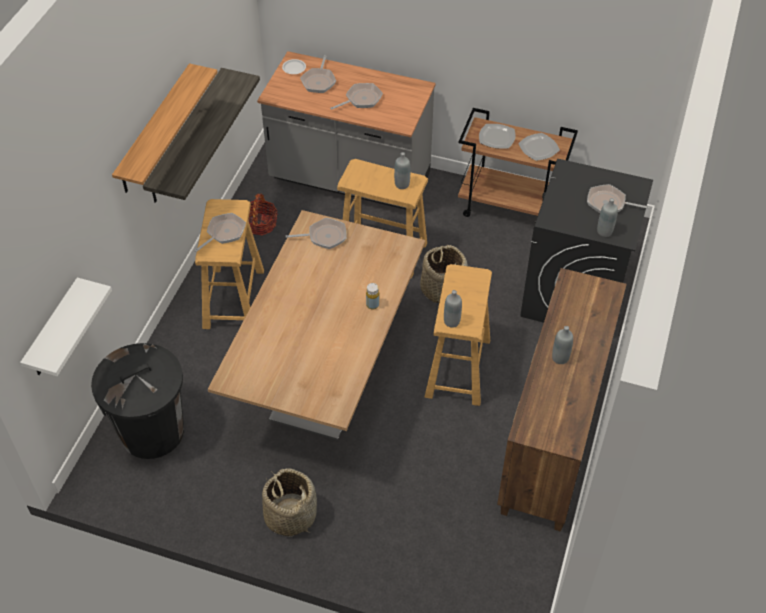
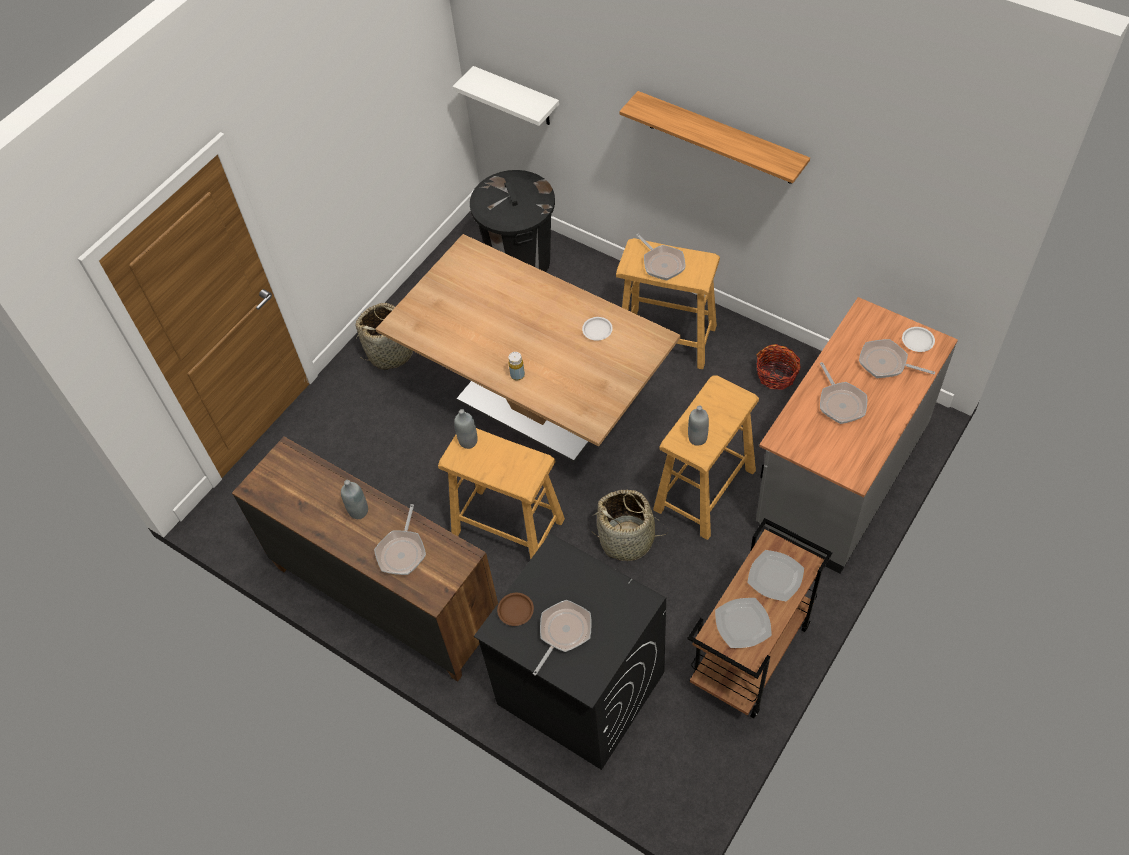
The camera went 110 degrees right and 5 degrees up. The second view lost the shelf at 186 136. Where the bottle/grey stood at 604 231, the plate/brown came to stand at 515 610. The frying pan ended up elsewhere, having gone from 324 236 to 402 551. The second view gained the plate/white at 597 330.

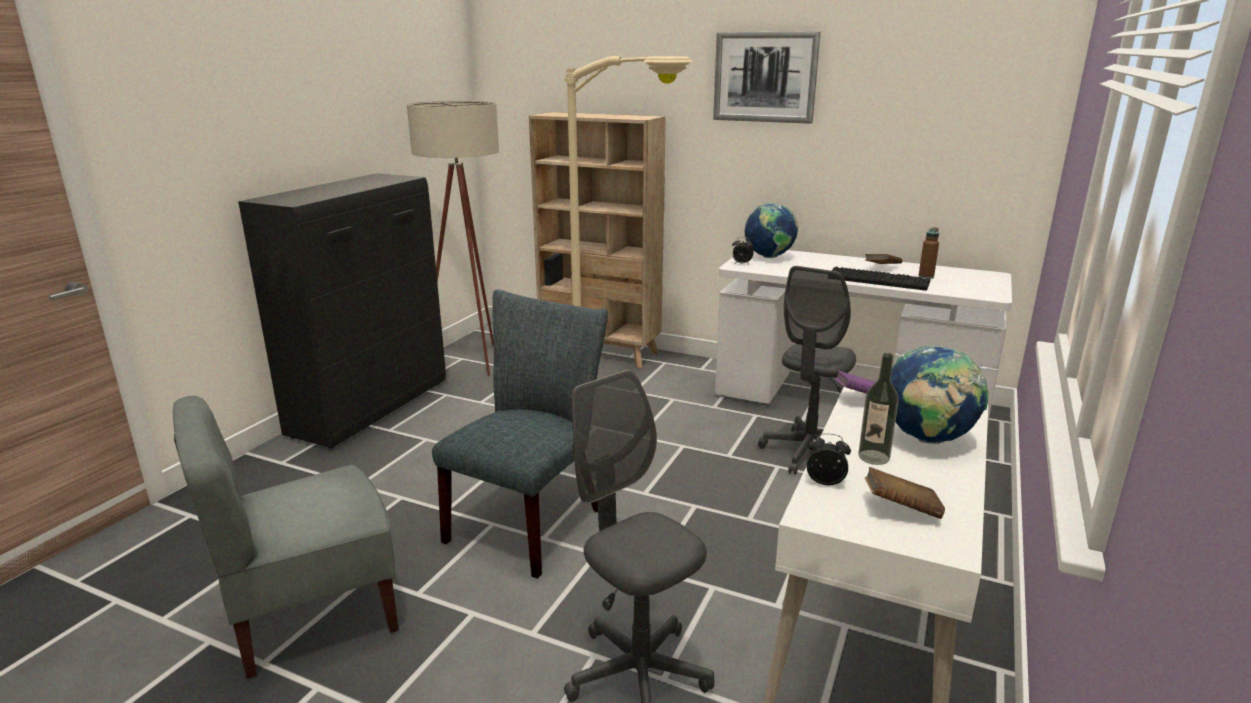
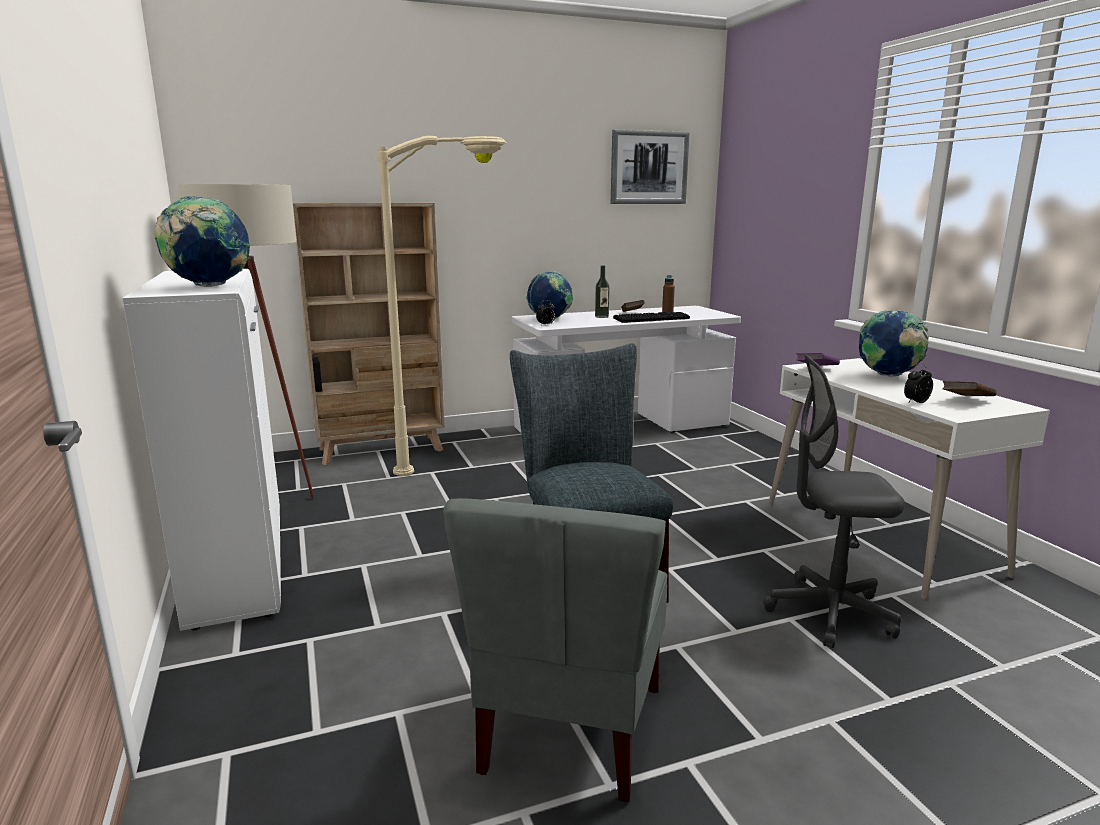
The camera went 45 degrees left and 5 degrees down. The picture ended up elsewhere, having gone from 765 77 to 649 168. What was the cabinet/black at 371 408 turned into the cabinet/white at 238 567. The second view lost the office chair/grey at 808 453. The bottle ended up elsewhere, having gone from 873 457 to 601 316. The second view gained the globe at 208 287.

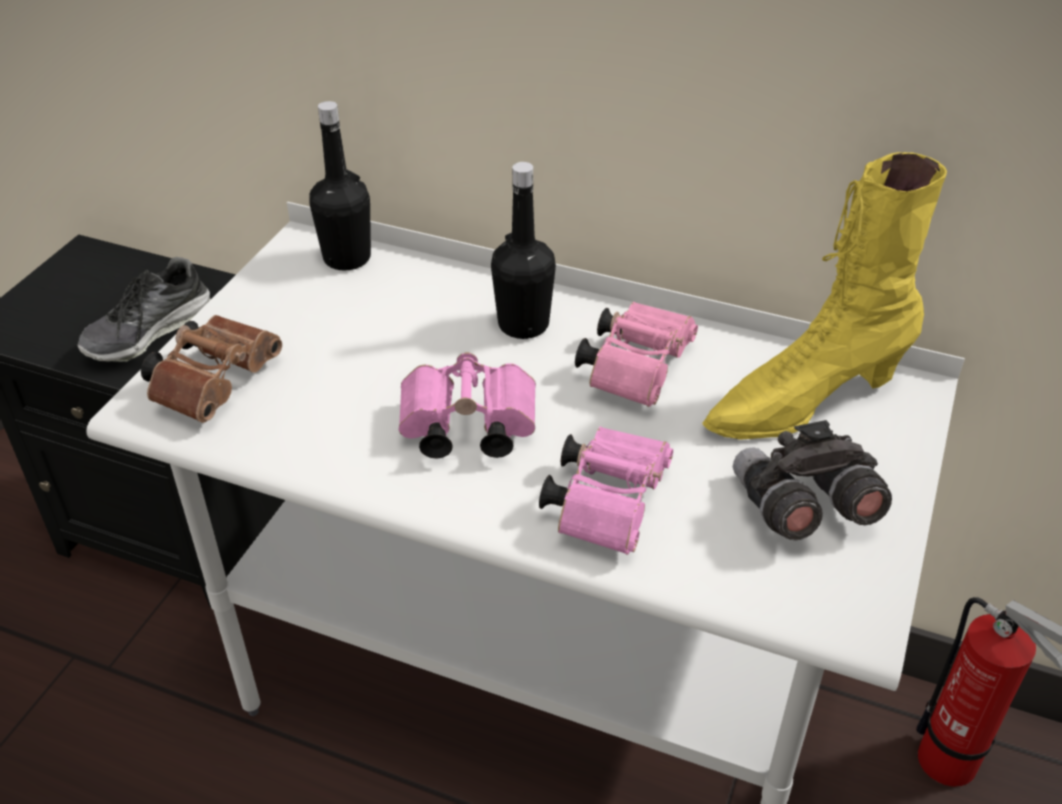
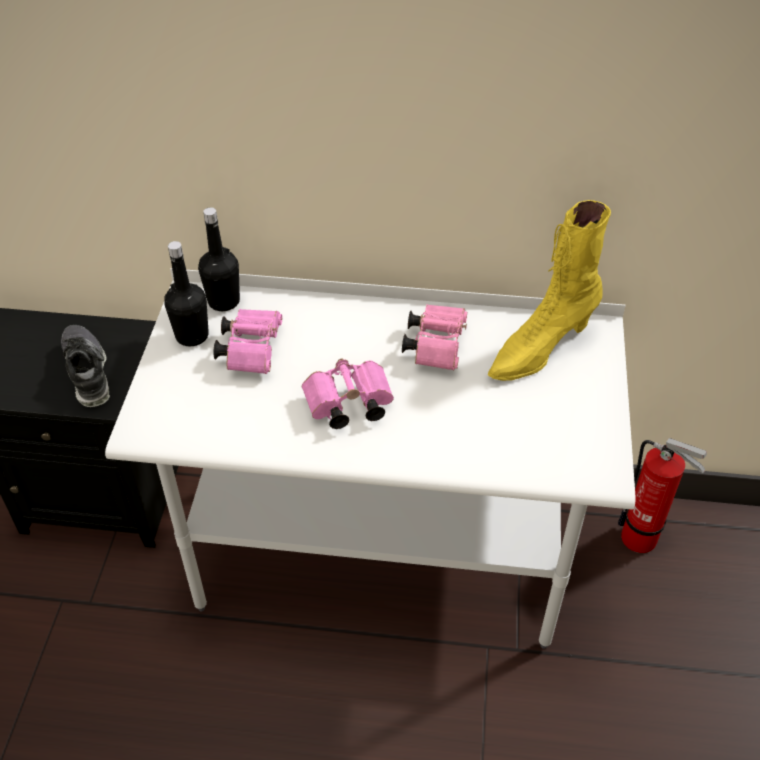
The camera went 15 degrees left and 5 degrees up. The bottle/black ended up elsewhere, having gone from 523 324 to 192 336. The shoe at 149 331 ended up facing another way, 135 degrees clockwise from before. The second view lost the binoculars/brown at 217 382. The second view lost the binoculars/grey at 801 508. The binoculars/pink ended up elsewhere, having gone from 608 501 to 252 349.

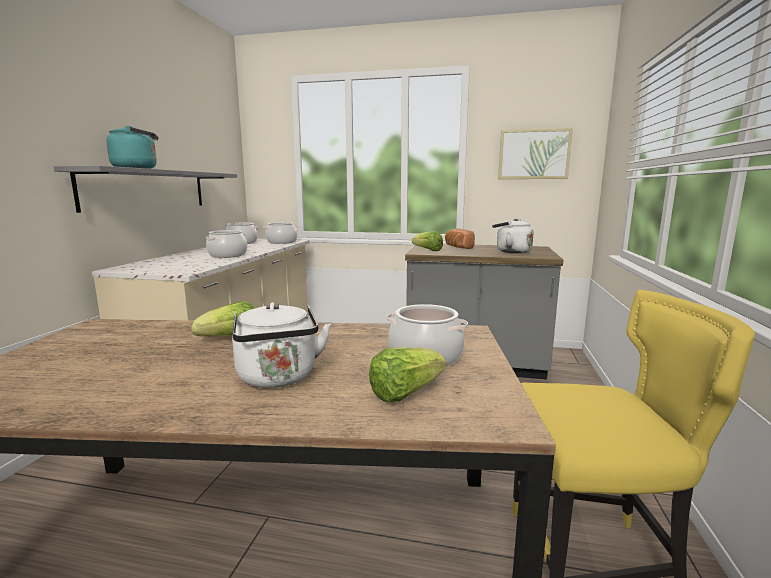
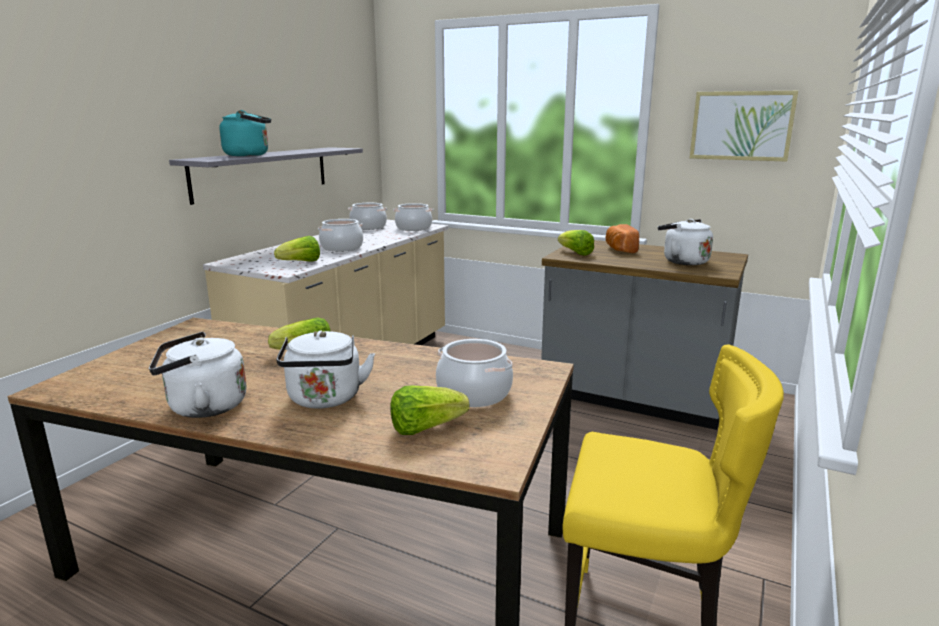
The camera went 15 degrees right and 5 degrees up. The second view gained the lettuce at 301 262. The second view gained the kettle/white at 202 407.

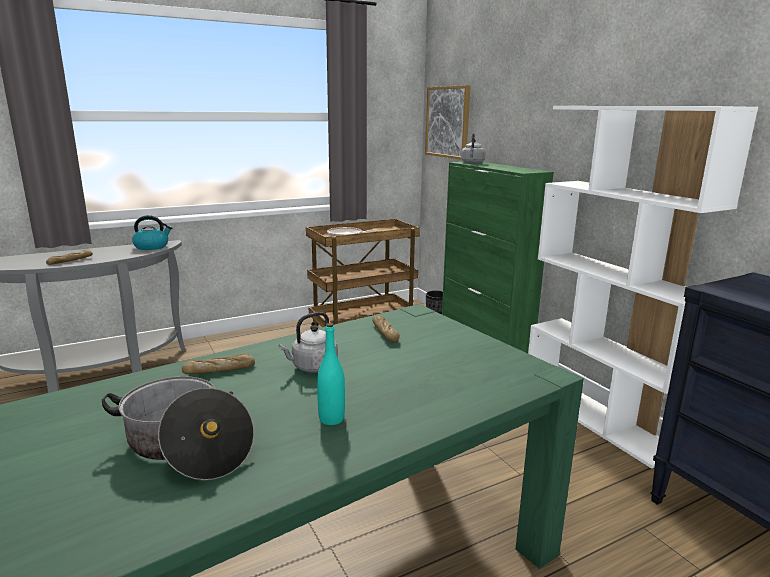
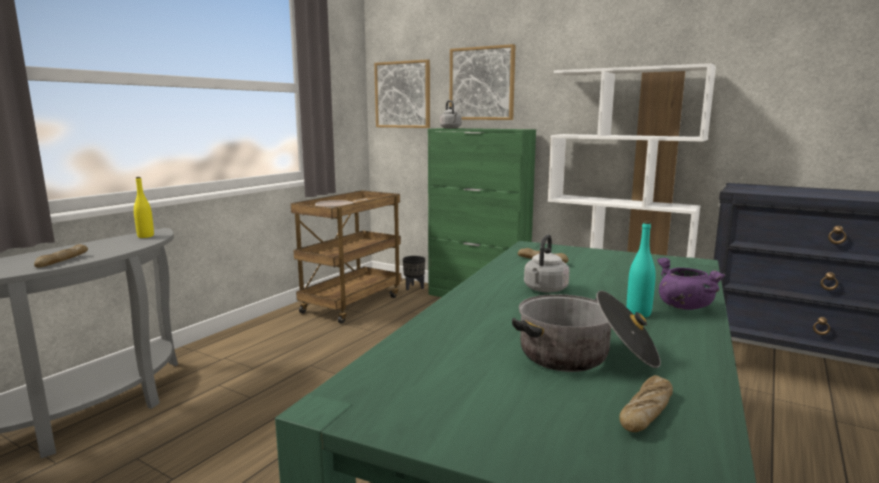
The camera went 30 degrees left and 5 degrees down. Where the kettle stood at 152 246, the bottle/yellow came to stand at 145 236. The bread ended up elsewhere, having gone from 219 370 to 646 412. The second view gained the picture at 482 83. The second view gained the cooking pot/purple at 683 306.

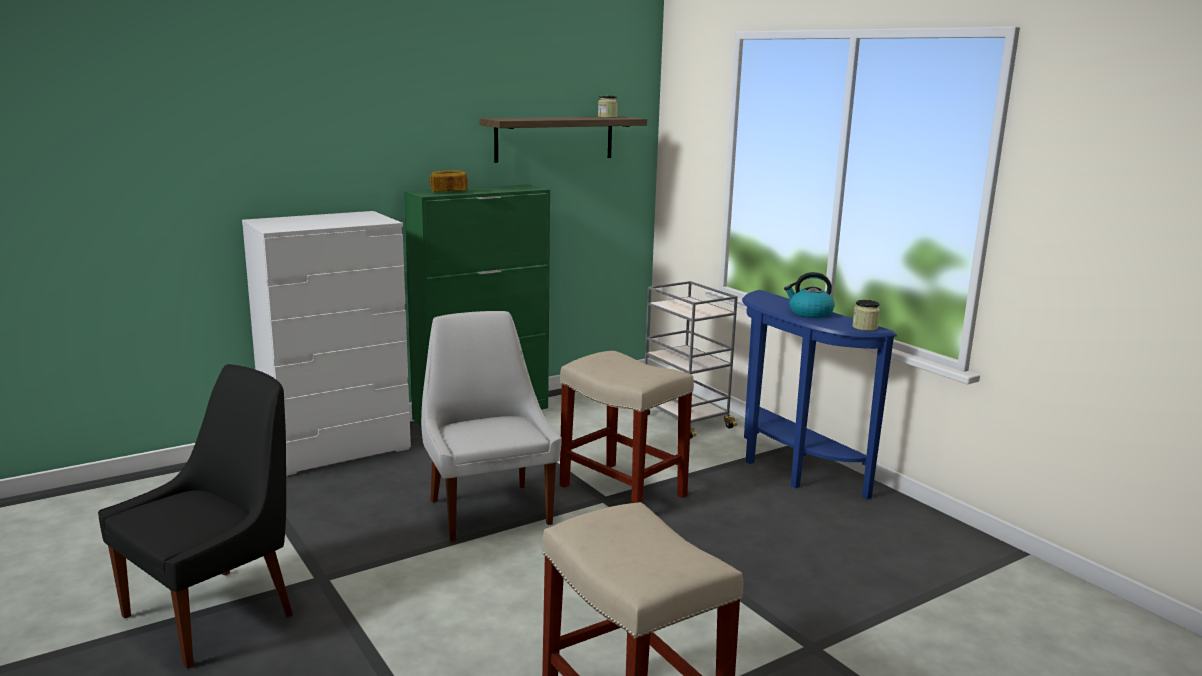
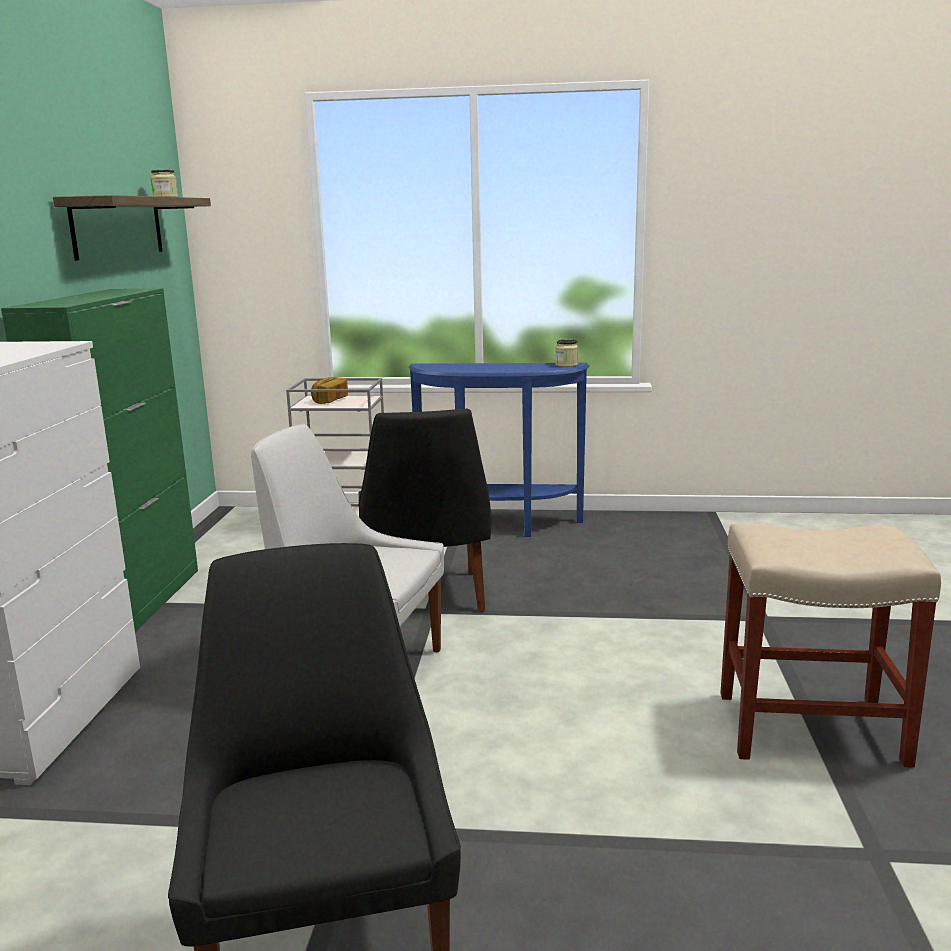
The camera went 50 degrees left and 0 degrees up. The bread ended up elsewhere, having gone from 449 191 to 329 400. The second view lost the kettle at 809 313. Where the stool/beige stood at 621 490, the chair/black came to stand at 426 598.

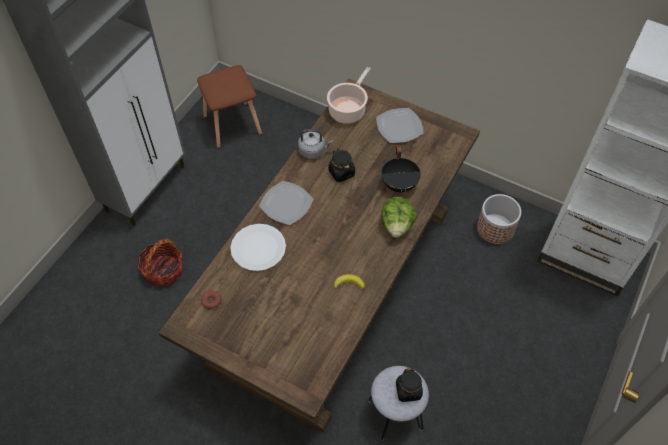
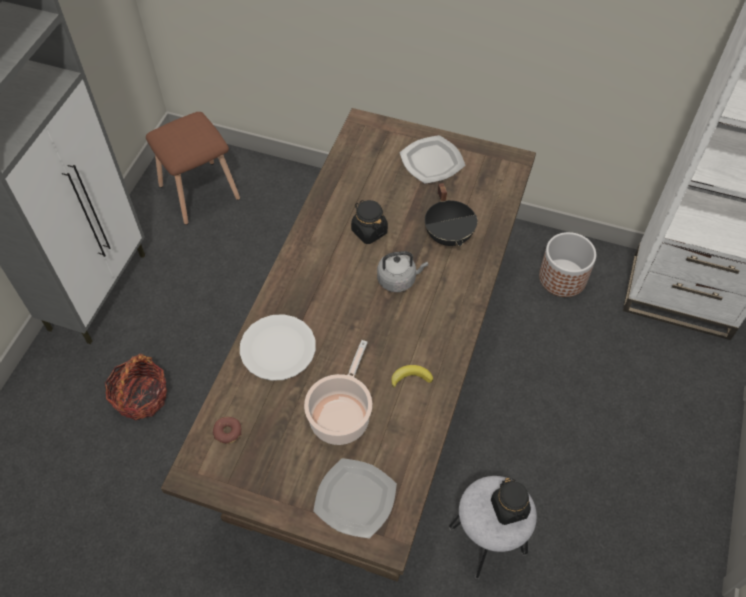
The camera went 10 degrees left and 0 degrees up. The cooking pot ended up elsewhere, having gone from 348 110 to 341 415. The kettle/grey ended up elsewhere, having gone from 313 151 to 398 279. The plate ended up elsewhere, having gone from 286 204 to 355 500. The second view lost the lettuce at 397 225.

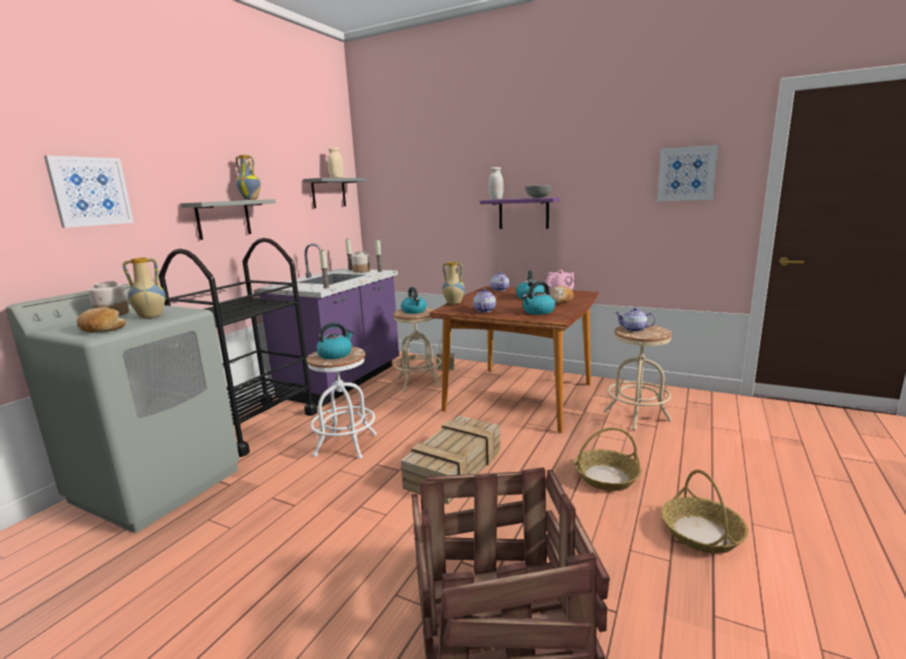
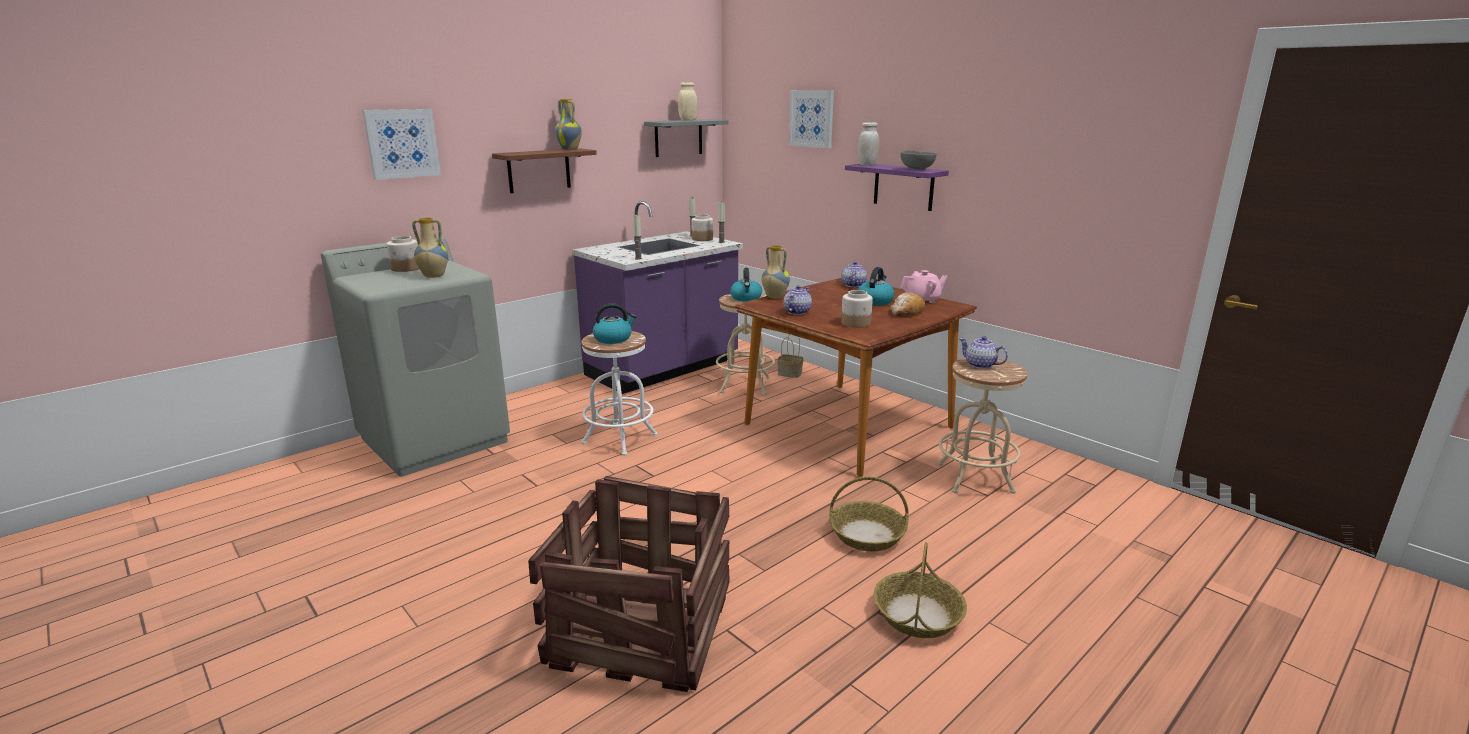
The camera went 20 degrees right and 5 degrees up. The picture ended up elsewhere, having gone from 686 174 to 812 118. What was the shelf/grey at 223 219 turned into the shelf/brown at 539 170. The second view lost the cart/black at 255 426. Where the kettle stood at 538 312, the jar came to stand at 856 323. The second view lost the bread at 101 329. The second view lost the crate at 455 467.

